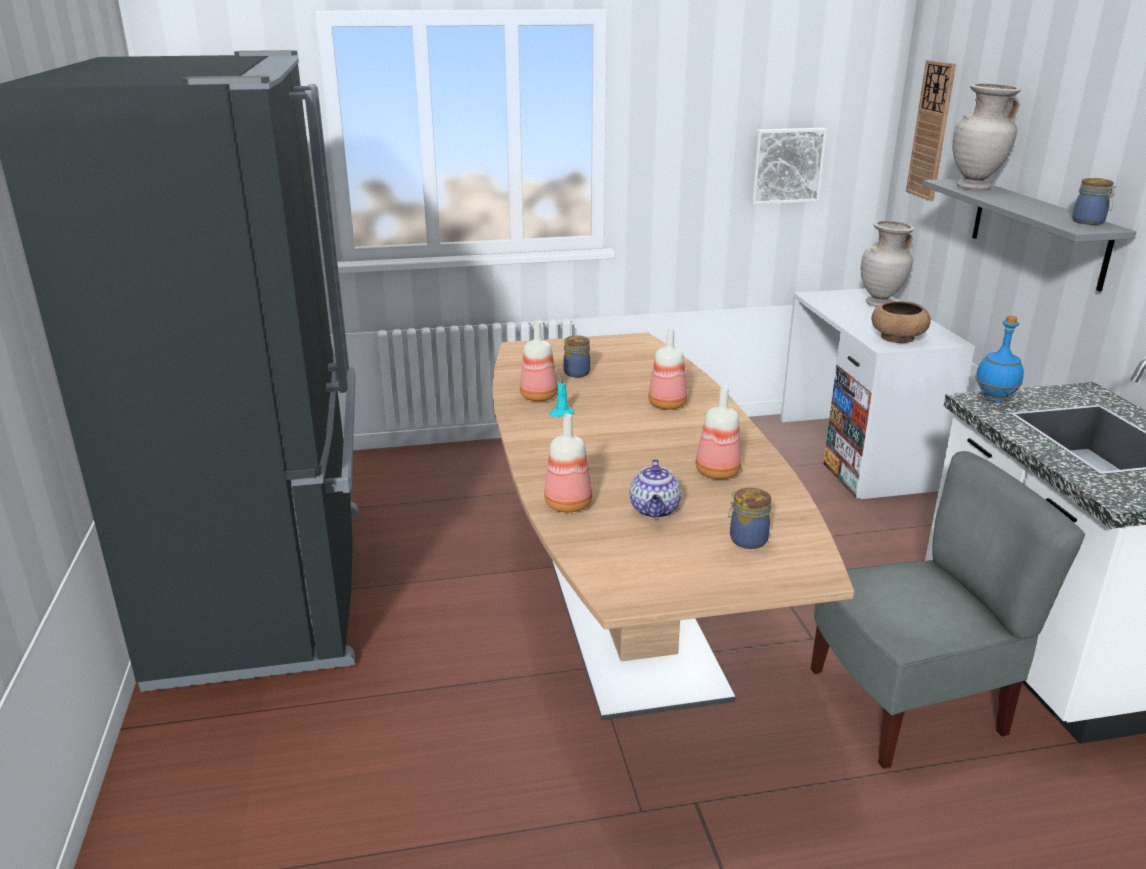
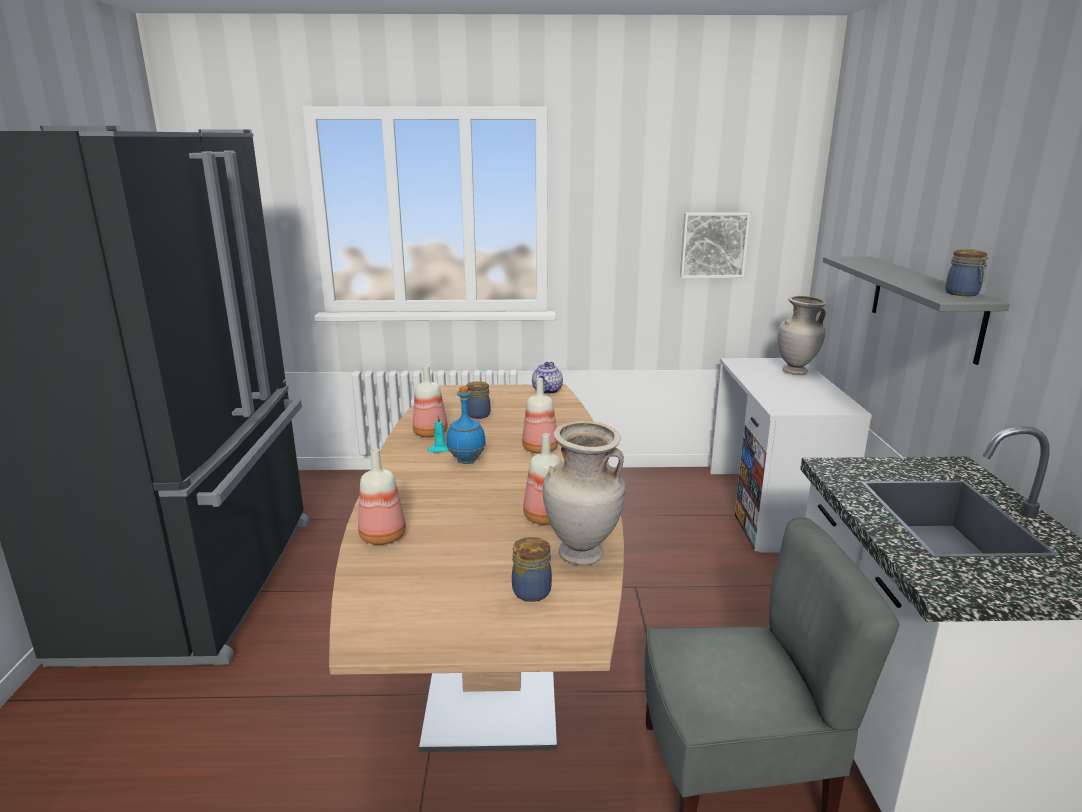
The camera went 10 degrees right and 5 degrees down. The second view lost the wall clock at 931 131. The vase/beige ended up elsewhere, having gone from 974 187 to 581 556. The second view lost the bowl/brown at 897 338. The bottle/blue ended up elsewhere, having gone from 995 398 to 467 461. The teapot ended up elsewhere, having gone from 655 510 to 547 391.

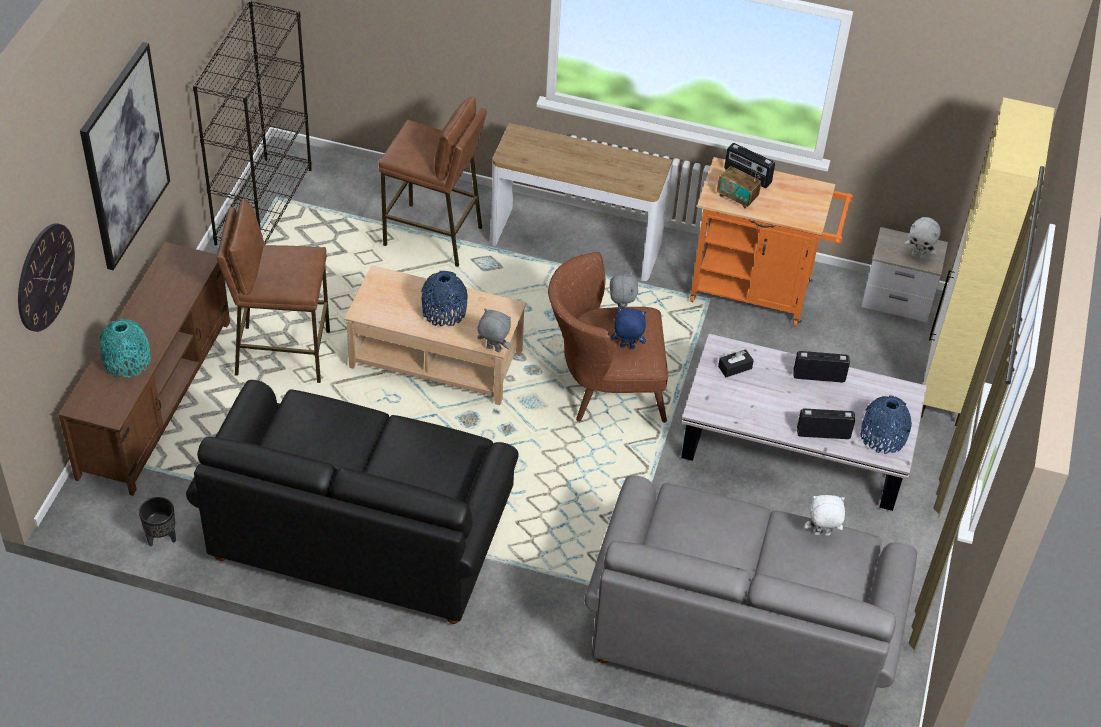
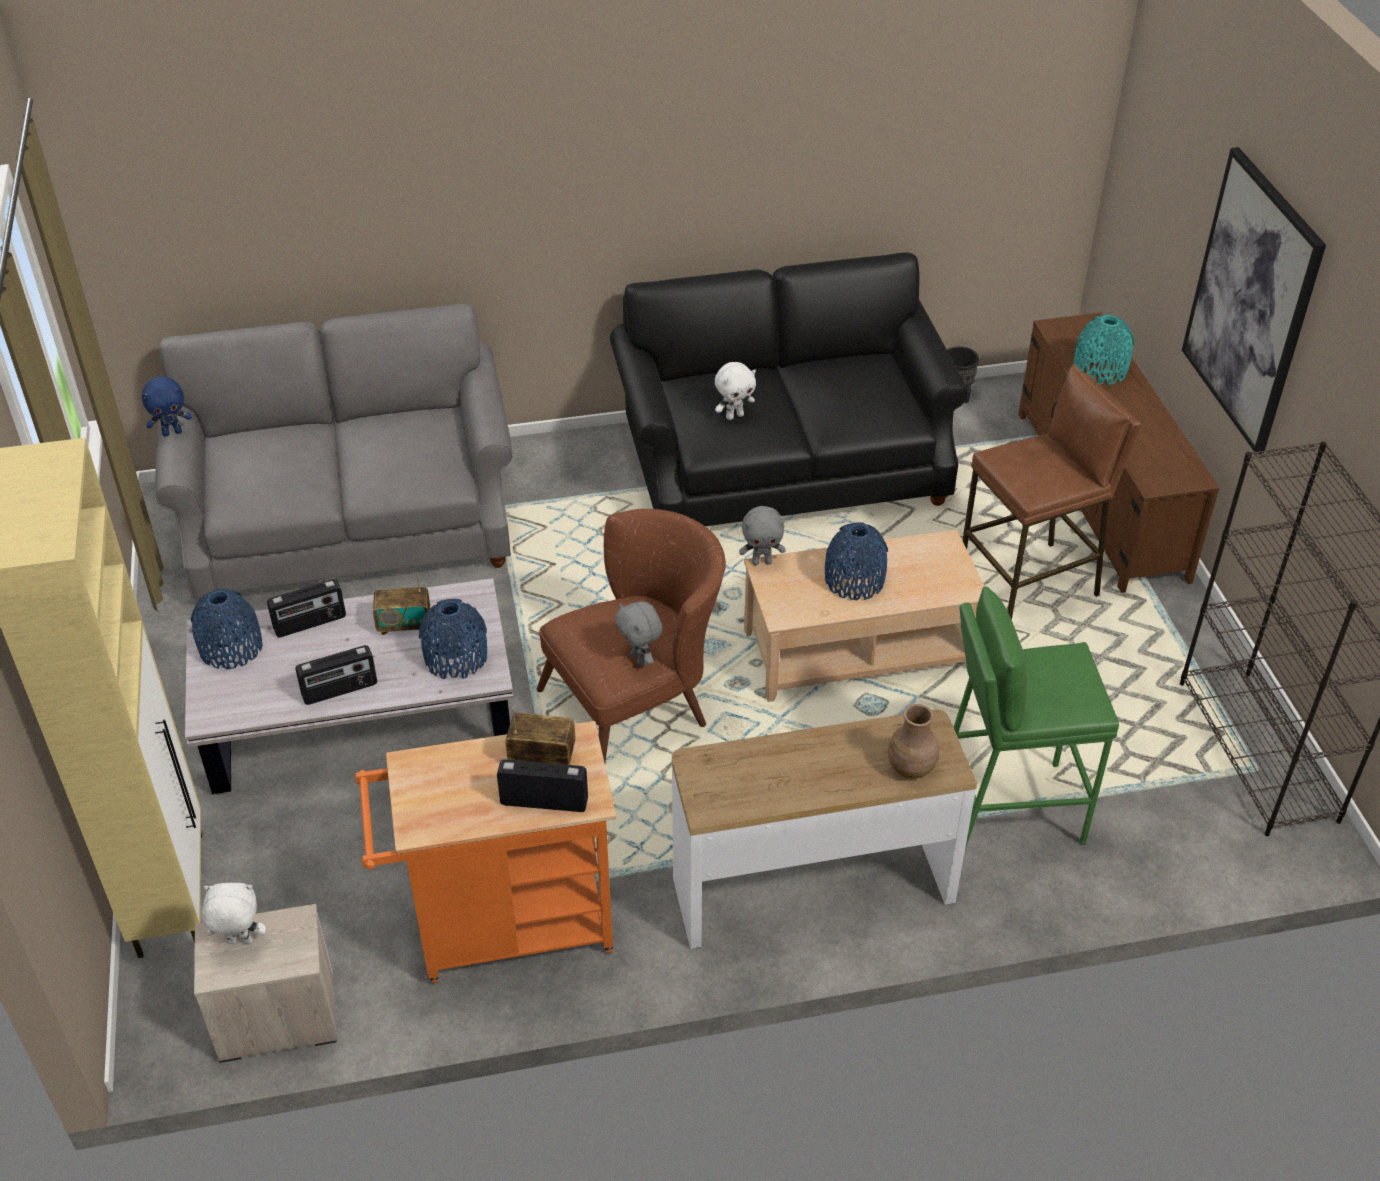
The camera went 155 degrees right and 5 degrees down. What was the stool/brown at 433 236 turned into the stool/green at 1008 808. The second view lost the wall clock at 45 277. The plush toy/blue ended up elsewhere, having gone from 627 347 to 172 432. Where the tissue box/black stood at 735 367, the vase/blue came to stand at 456 658. The plush toy/white ended up elsewhere, having gone from 821 534 to 734 416. The second view gained the radio at 404 624. The second view gained the vase/brown at 911 769.

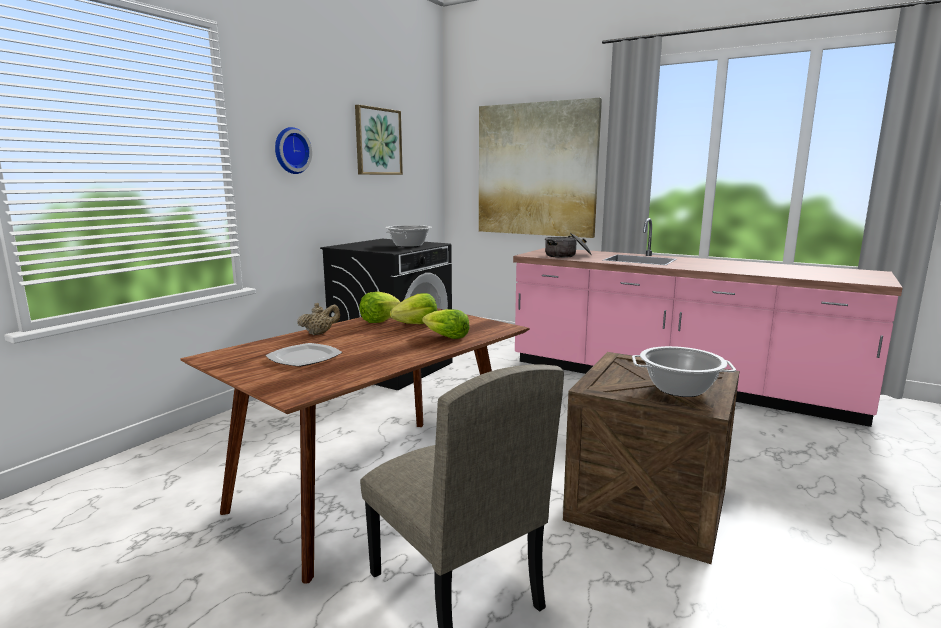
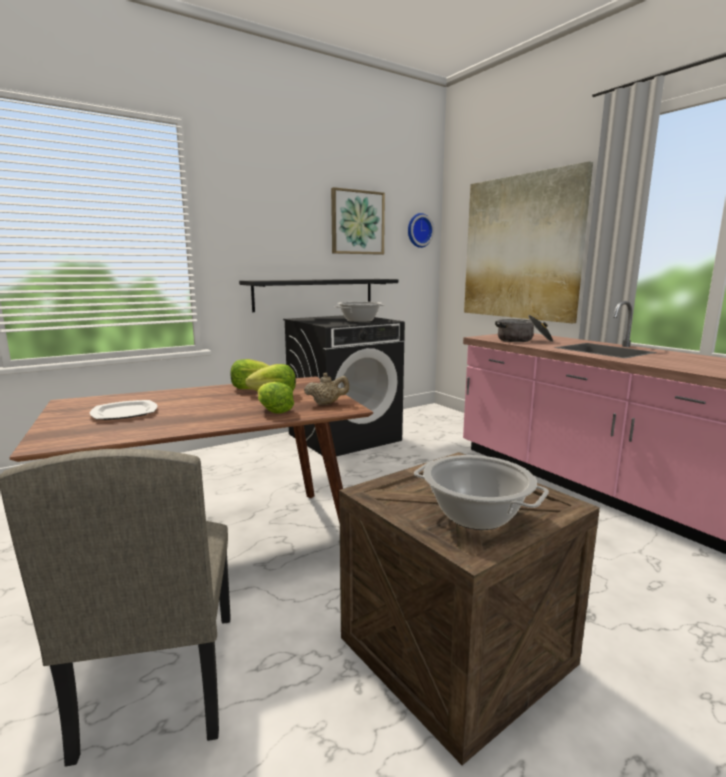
The camera went 25 degrees right and 0 degrees up. The wall clock ended up elsewhere, having gone from 290 150 to 418 230. The teapot/beige ended up elsewhere, having gone from 319 333 to 327 404. The second view gained the shelf/black at 315 294.

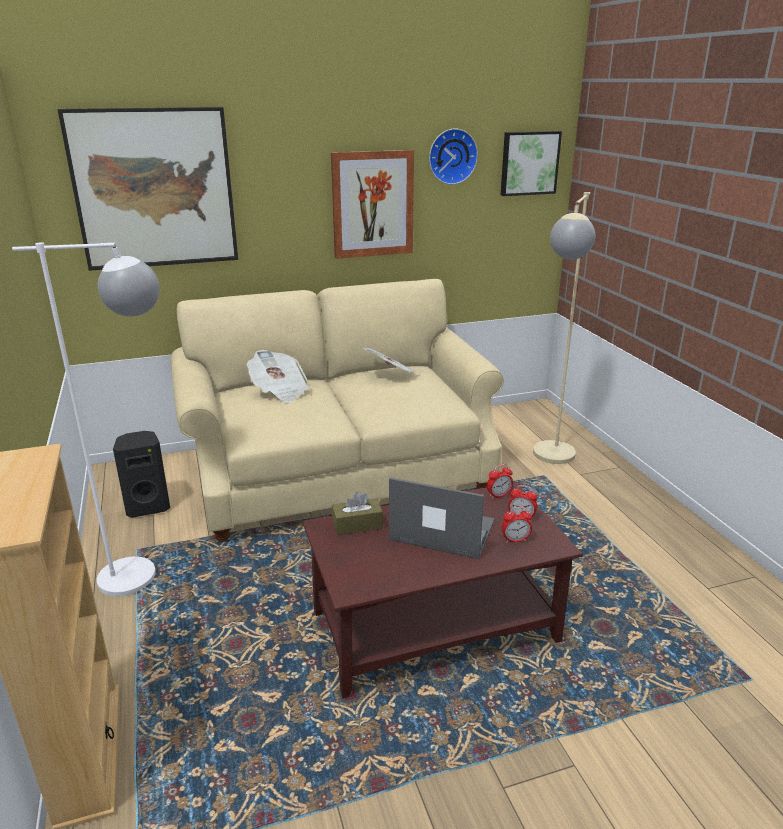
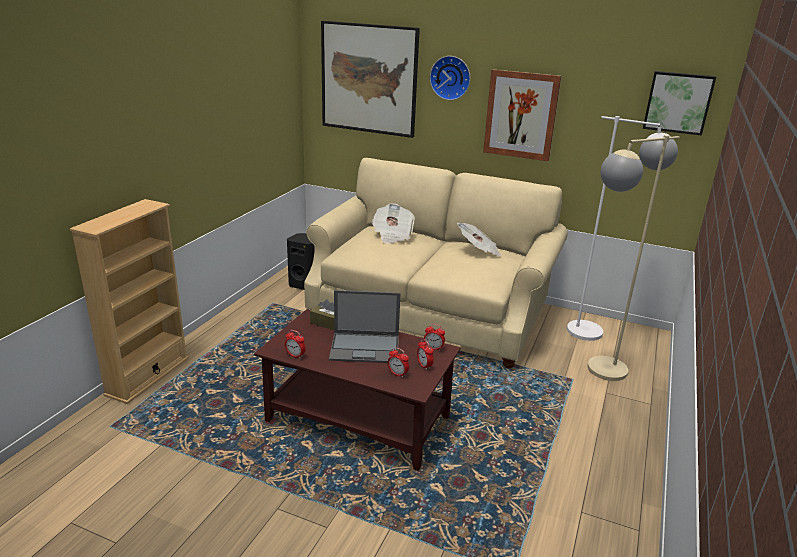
The camera went 40 degrees right and 0 degrees up. The wall clock ended up elsewhere, having gone from 451 156 to 451 77. The floor lamp/white ended up elsewhere, having gone from 148 575 to 597 335. The laptop at 441 530 ended up facing another way, 120 degrees clockwise from before. The second view gained the alarm clock at 295 355.

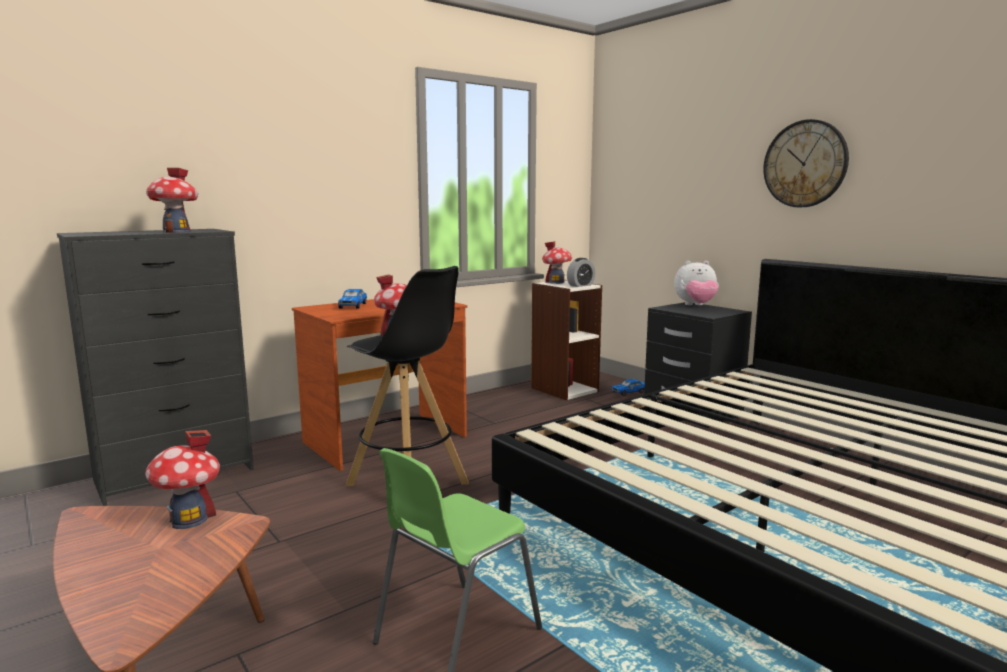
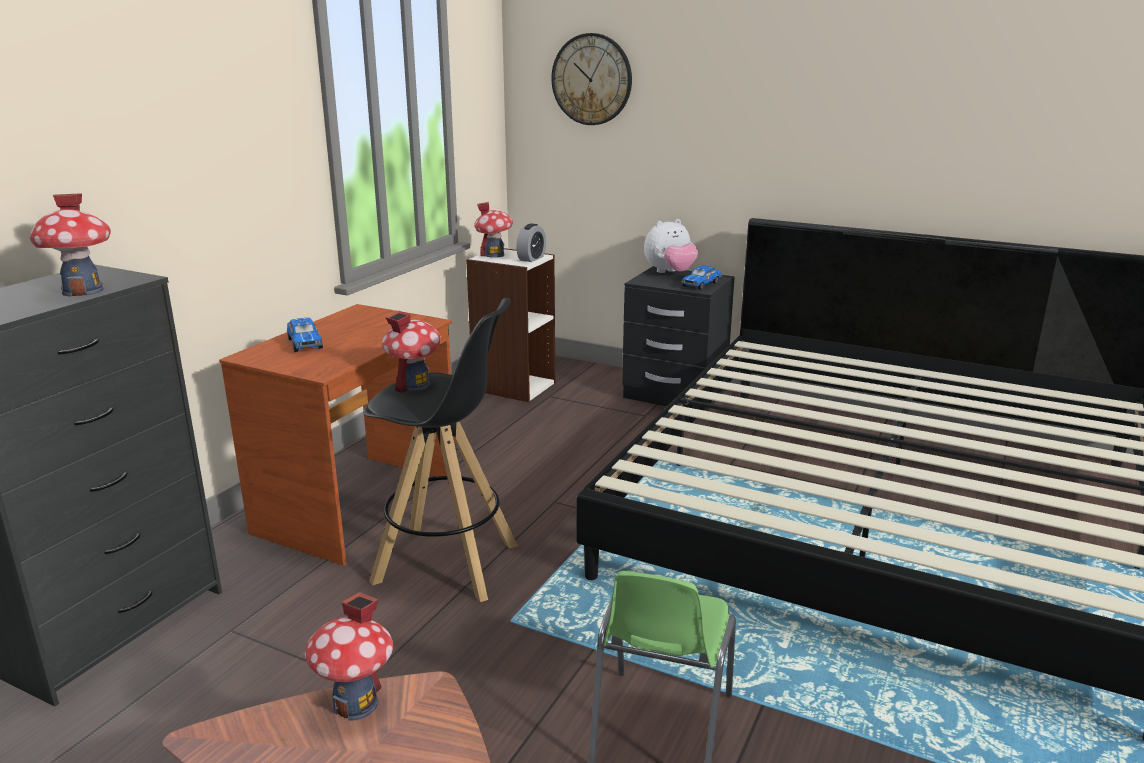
The camera went 25 degrees left and 10 degrees up. The wall clock ended up elsewhere, having gone from 805 164 to 592 79. The toy car ended up elsewhere, having gone from 629 392 to 701 284.

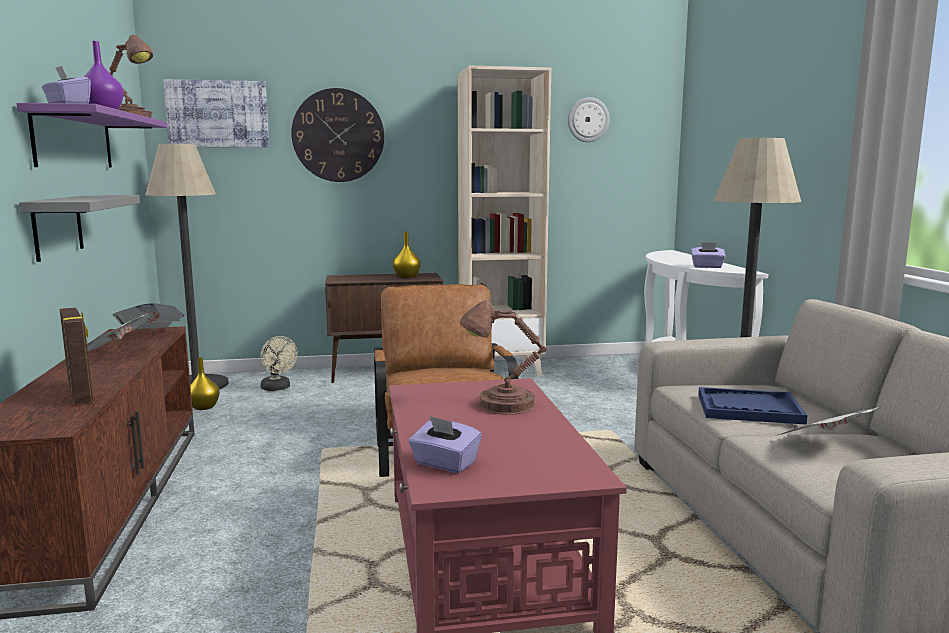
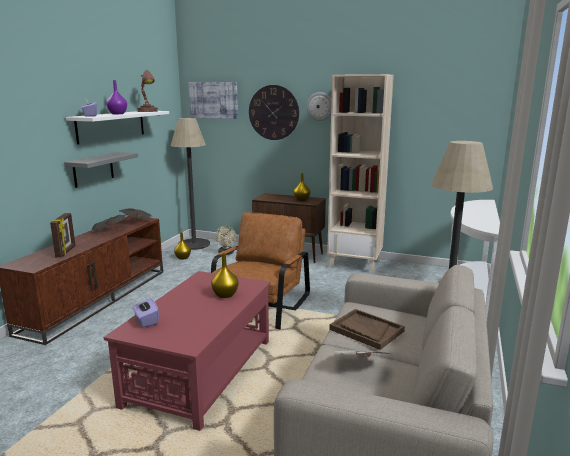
The camera went 30 degrees right and 5 degrees up. The wall clock ended up elsewhere, having gone from 588 120 to 320 106. What was the shelf/purple at 74 140 turned into the shelf/white at 111 126. The second view lost the tissue box/purple at 707 267. Where the table lamp/brown stood at 501 405, the vase/yellow came to stand at 225 295. What was the tray/blue at 748 409 turned into the tray/brown at 366 330.

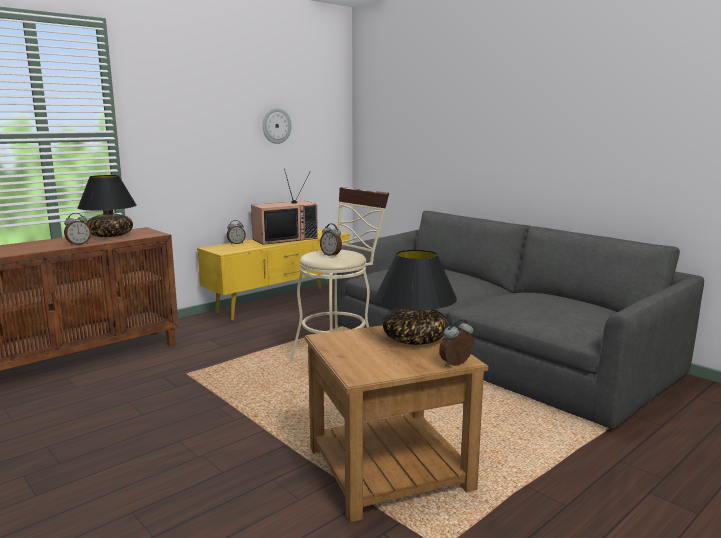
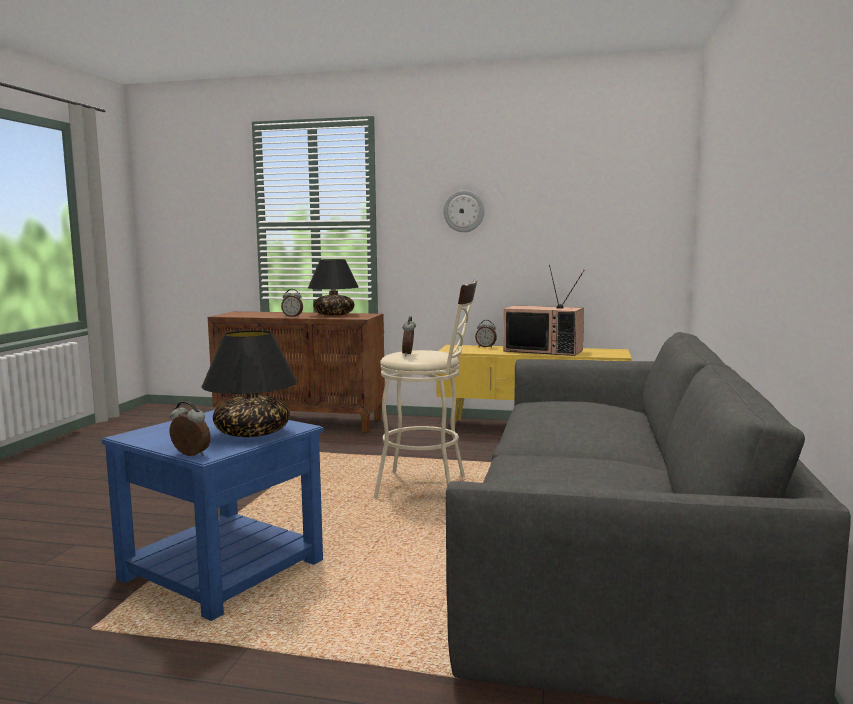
The camera went 55 degrees right and 5 degrees down. The wall clock ended up elsewhere, having gone from 276 126 to 464 211. What was the side table/brown at 388 468 turned into the side table/blue at 223 570.

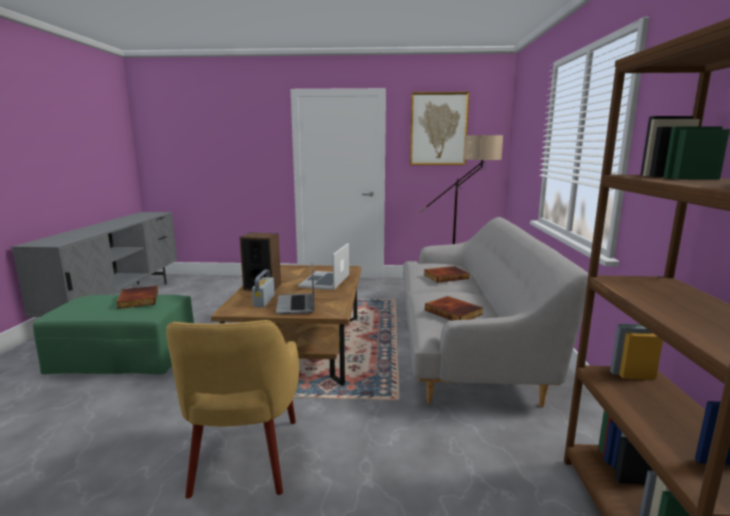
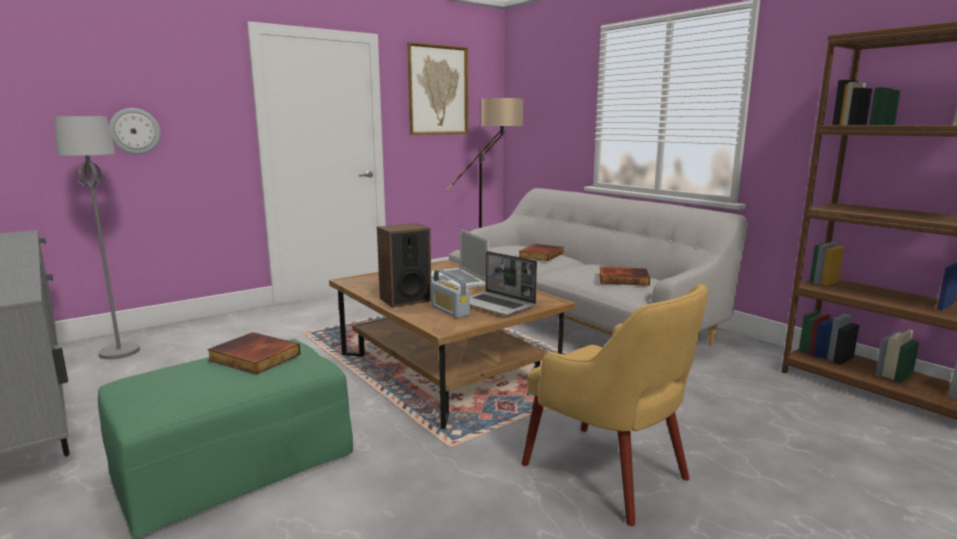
The camera went 40 degrees left and 0 degrees up. The second view gained the wall clock at 135 131. The second view gained the floor lamp/grey at 119 352.

